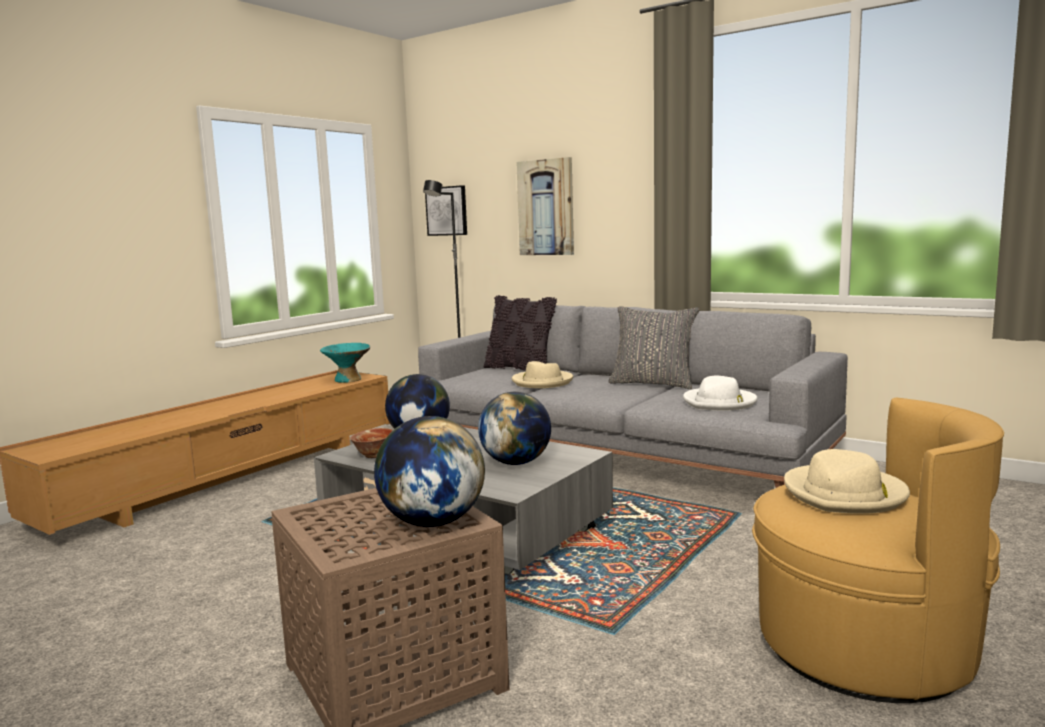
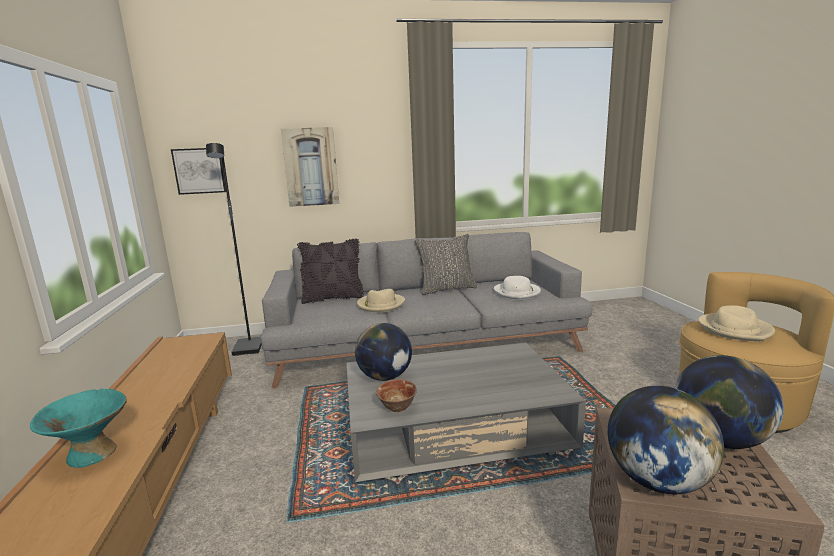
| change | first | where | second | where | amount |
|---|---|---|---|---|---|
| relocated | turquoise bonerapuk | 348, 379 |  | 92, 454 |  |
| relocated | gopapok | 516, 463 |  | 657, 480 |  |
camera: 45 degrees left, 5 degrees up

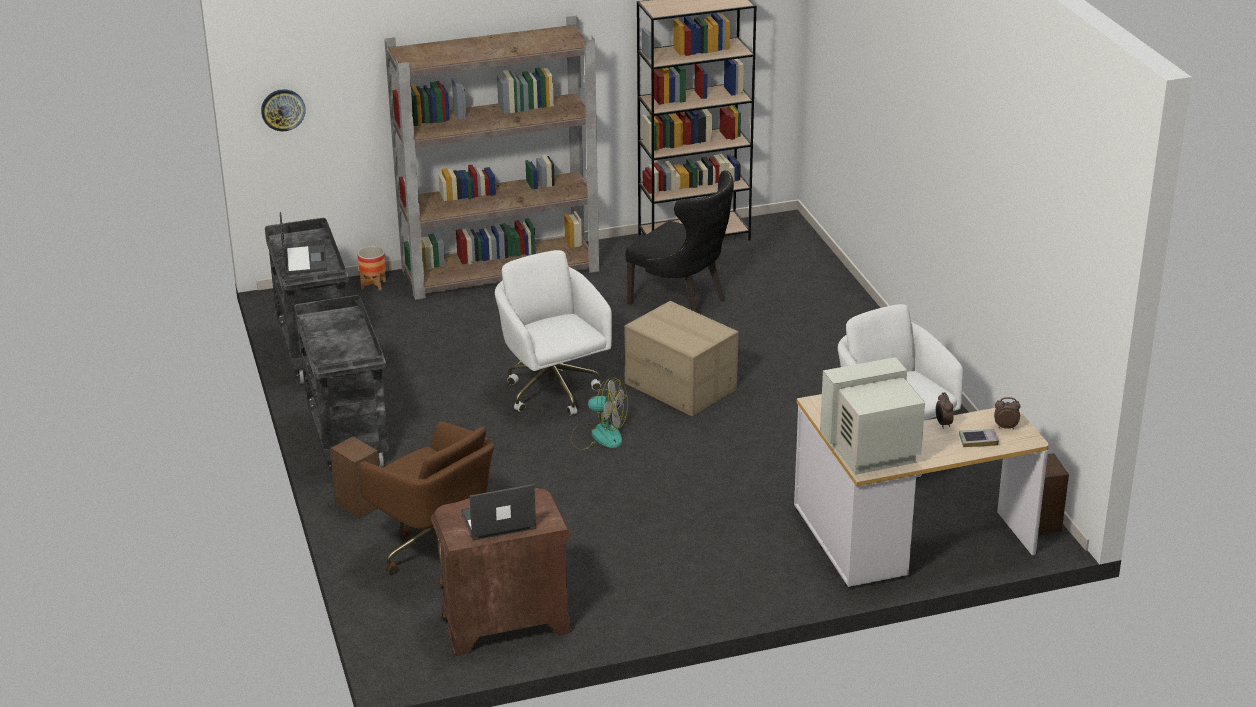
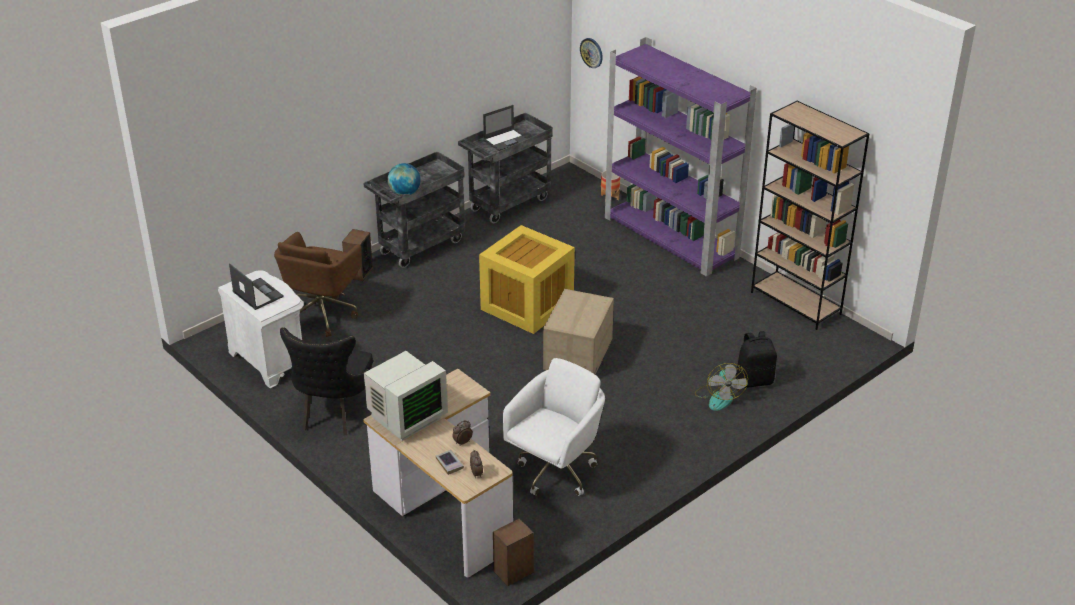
| change | first | where | second | where | amount |
|---|---|---|---|---|---|
| colour | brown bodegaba | 502, 619 | white bodegaba | 271, 359 |  |
| relocated | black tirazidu | 682, 301 |  | 333, 413 |  |
| spun | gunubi | 872, 451 |  | 405, 417 | 90 degrees clockwise |
| appeared |  |  | gopapok | 405, 193 |  |
| exchanged | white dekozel | 554, 395 | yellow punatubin | 528, 305 |  |
| colour | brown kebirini | 500, 270 | purple kebirini | 671, 237 |  |
| relocated | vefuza | 598, 435 |  | 719, 397 |  |
| appeared |  |  | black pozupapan | 754, 380 |  |
camera: 65 degrees right, 5 degrees up

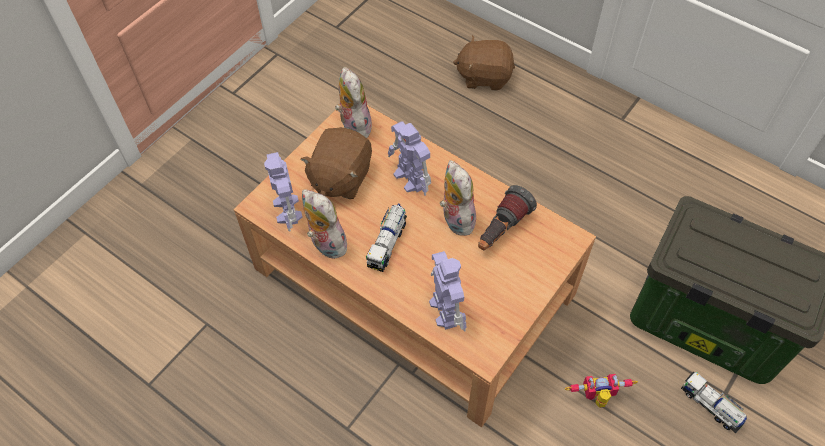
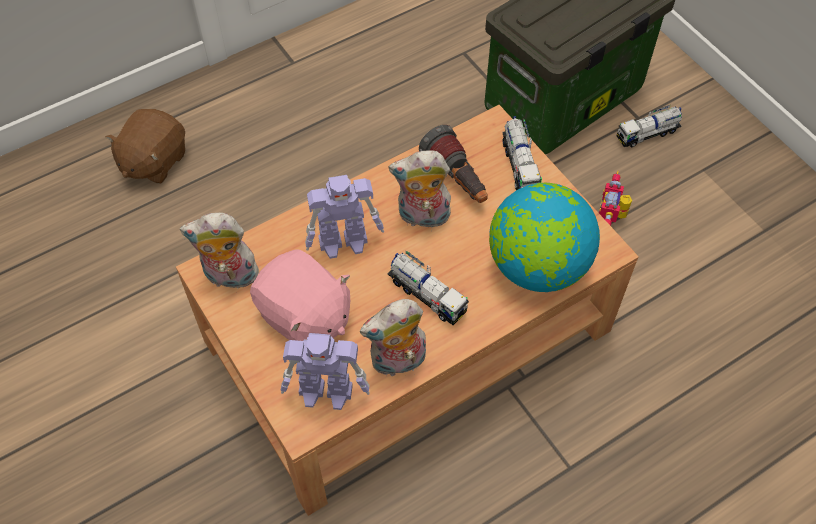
| change | first | where | second | where | amount |
|---|---|---|---|---|---|
| colour | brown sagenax | 340, 177 | pink sagenax | 304, 317 |  |
| exchanged | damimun | 445, 309 | gopapok | 537, 266 |  |
| appeared |  |  | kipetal | 519, 166 |  |
camera: 70 degrees left, 0 degrees up

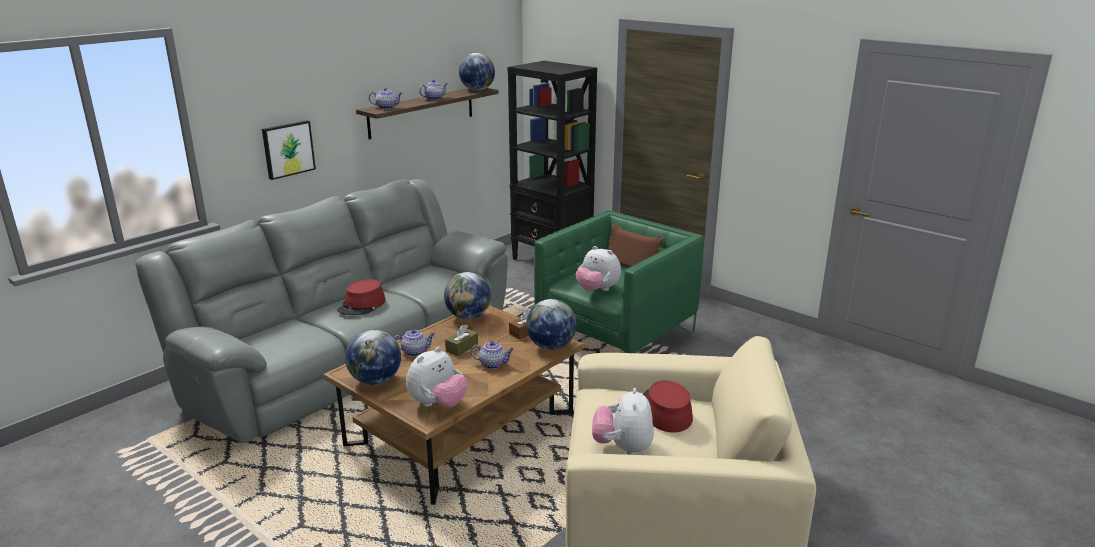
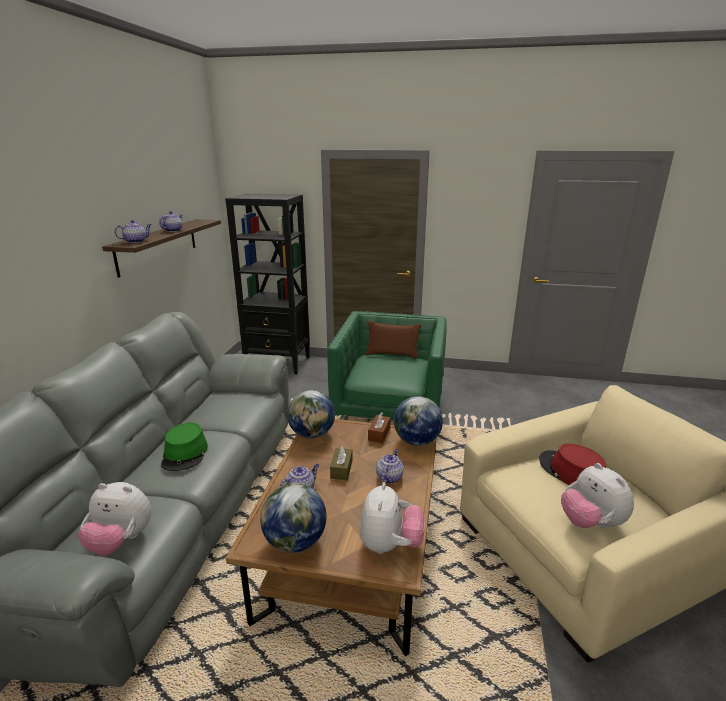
| change | first | where | second | where | amount |
|---|---|---|---|---|---|
| relocated | sagenax | 597, 290 |  | 121, 541 |  |
| colour | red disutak | 362, 305 | green disutak | 185, 454 |  |
| spun | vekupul | 493, 364 |  | 389, 477 | 45 degrees counterclockwise |
| missing | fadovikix | 288, 149 |  |  |  |
| missing | gopapok | 477, 90 |  |  |  |
camera: 30 degrees left, 0 degrees up

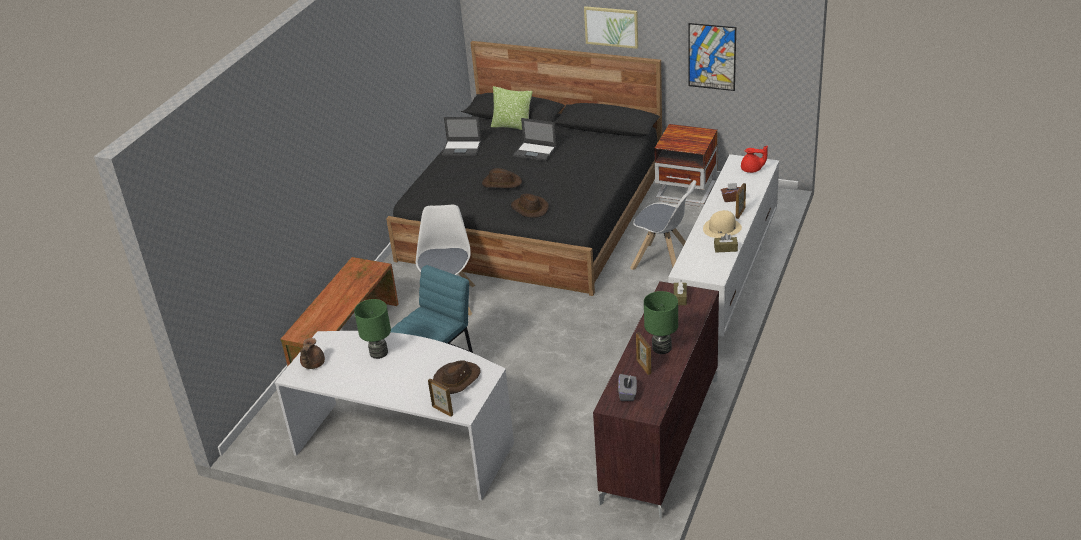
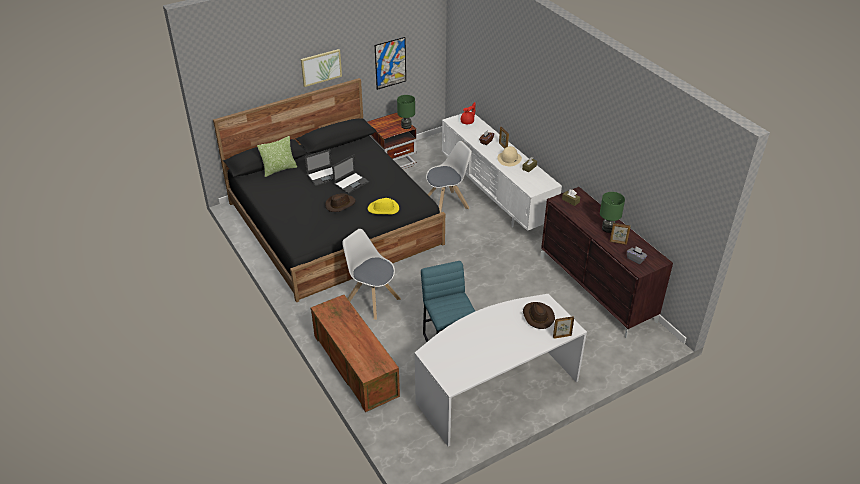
| change | first | where | second | where | amount |
|---|---|---|---|---|---|
| relocated | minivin | 462, 148 |  | 351, 183 |  |
| colour | brown disutak | 529, 208 | yellow disutak | 383, 209 |  |
| relocated | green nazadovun | 379, 353 |  | 406, 126 |  |
| missing | brown vekupul | 312, 364 |  |  |  |
camera: 55 degrees left, 5 degrees up

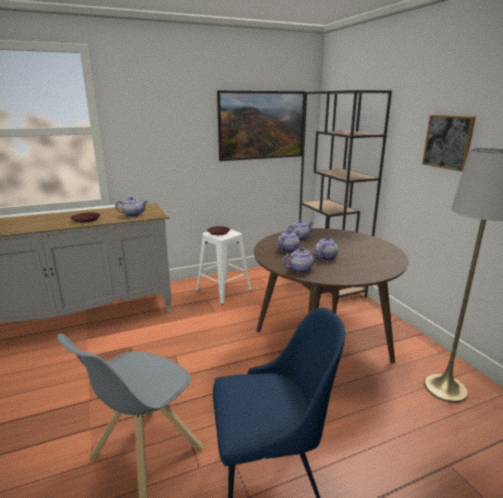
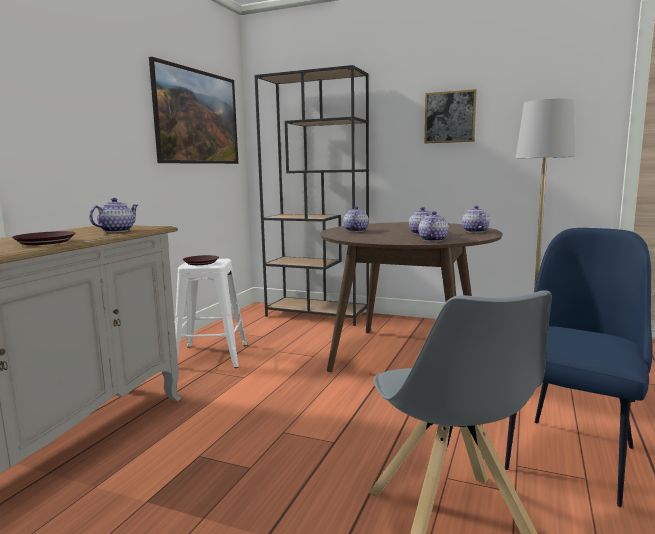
| change | first | where | second | where | amount |
|---|---|---|---|---|---|
| relocated | vekupul | 288, 249 |  | 474, 231 |  |
camera: 45 degrees left, 10 degrees down

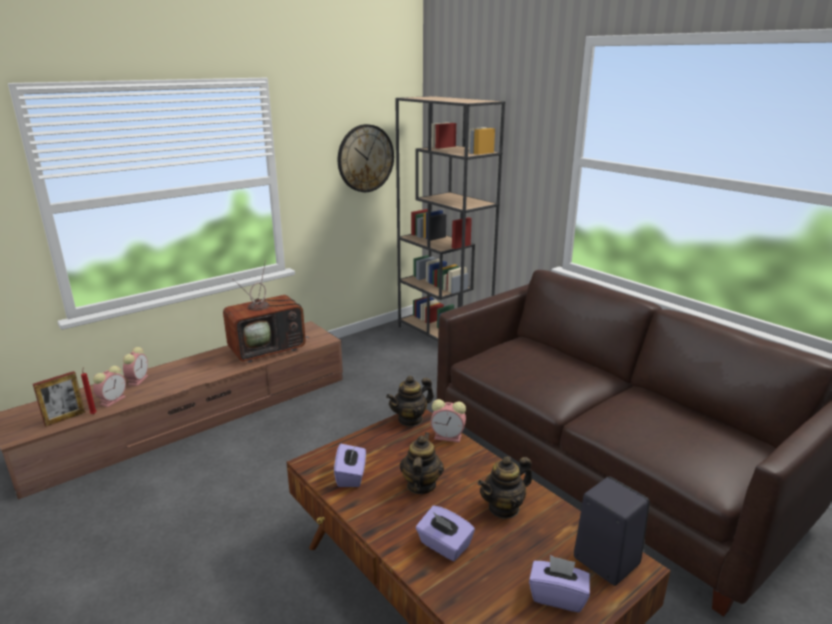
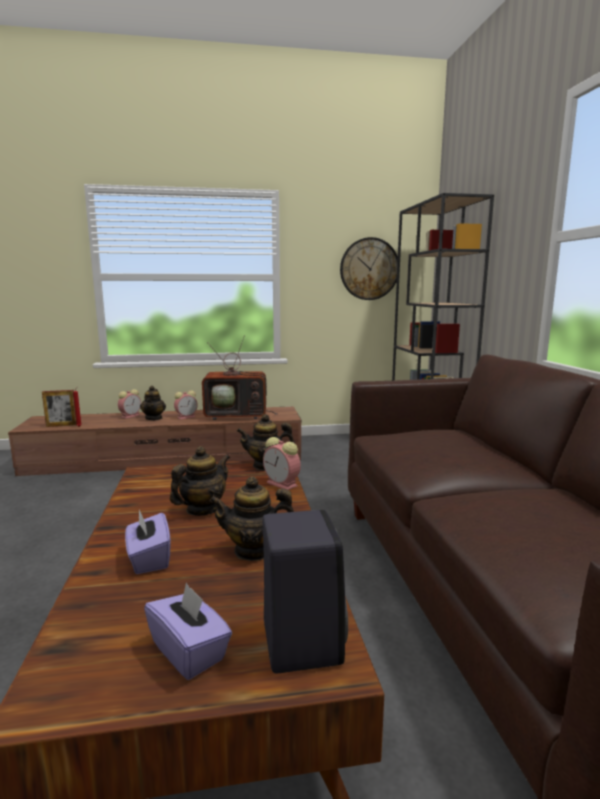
| change | first | where | second | where | amount |
|---|---|---|---|---|---|
| appeared |  |  | vekupul | 154, 418 |  |
| relocated | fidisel | 113, 400 |  | 187, 417 |  |
| missing | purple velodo | 351, 476 |  |  |  |
camera: 30 degrees right, 10 degrees down

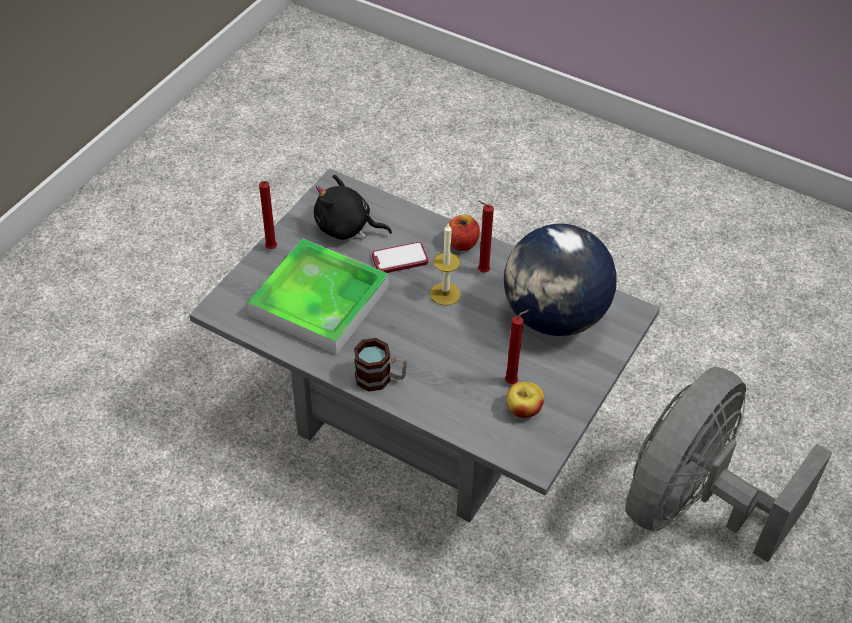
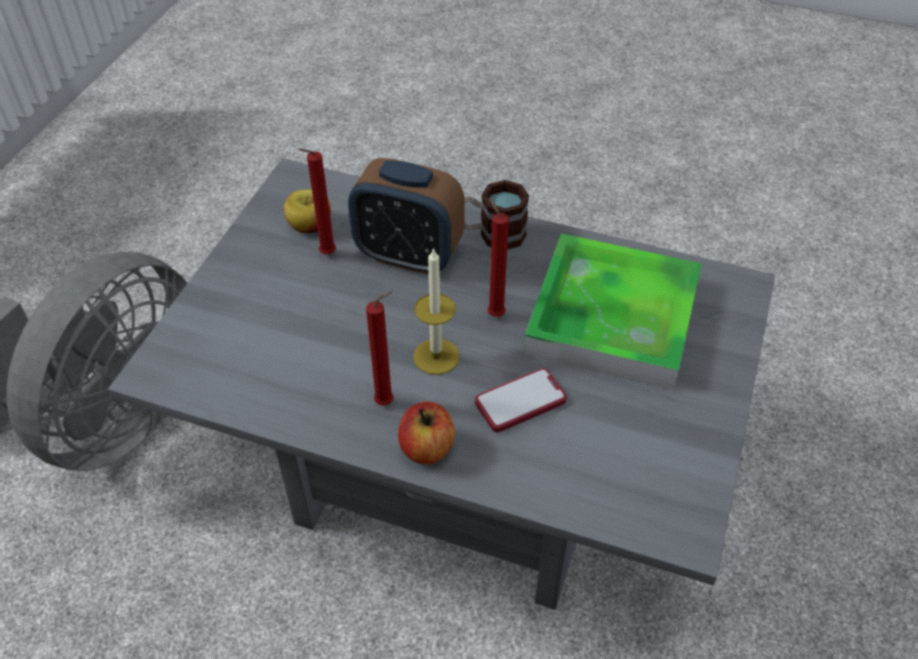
| change | first | where | second | where | amount |
|---|---|---|---|---|---|
| appeared |  |  | fidisel | 408, 255 |  |
| relocated | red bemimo | 272, 249 |  | 494, 313 |  |
| missing | black sagenax | 346, 228 |  |  |  |
| missing | gopapok | 553, 317 |  |  |  |
camera: 170 degrees right, 0 degrees up

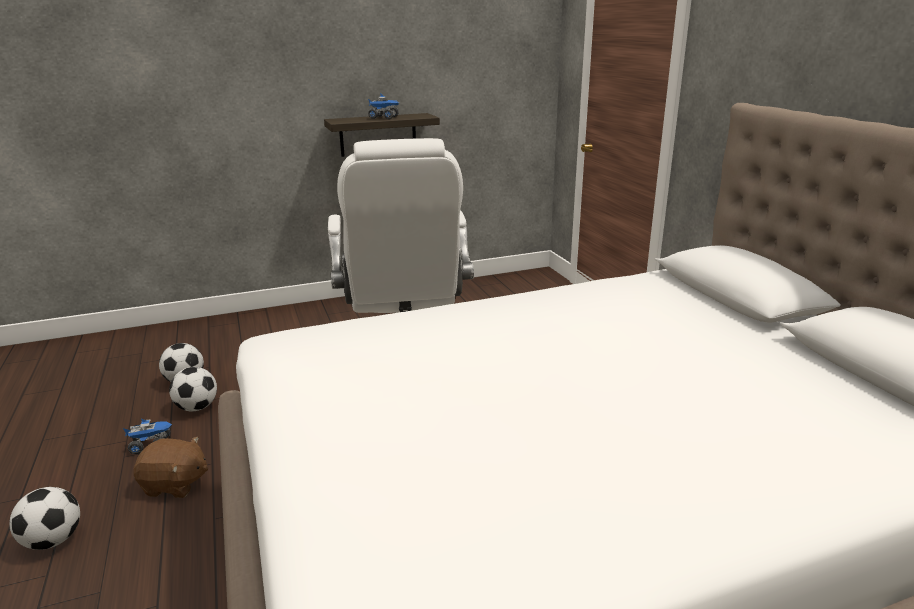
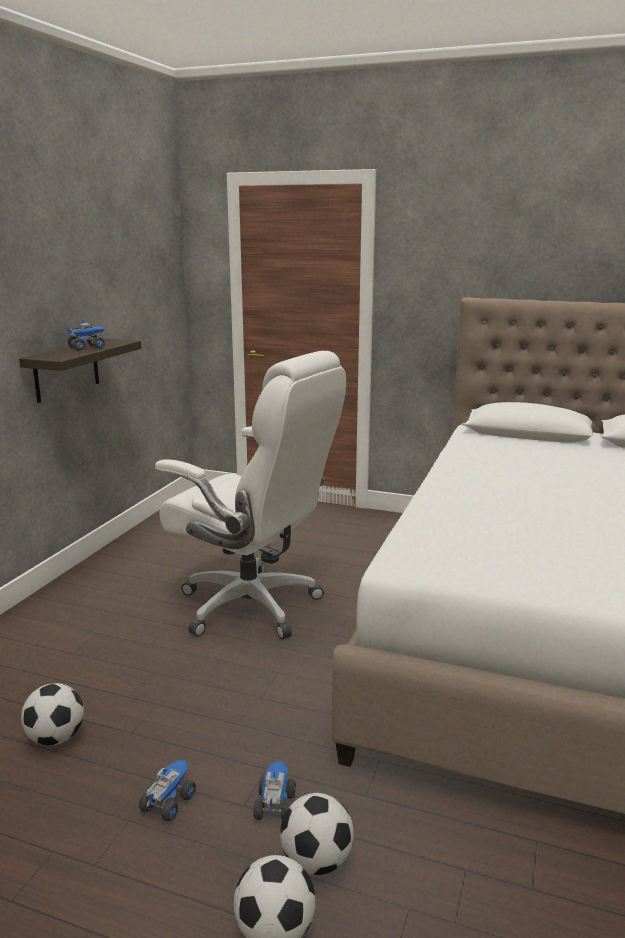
| change | first | where | second | where | amount |
|---|---|---|---|---|---|
| exchanged | brown sagenax | 175, 484 | kipetal | 274, 805 |  |
| relocated | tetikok | 197, 407 |  | 316, 861 |  |
camera: 50 degrees left, 5 degrees down

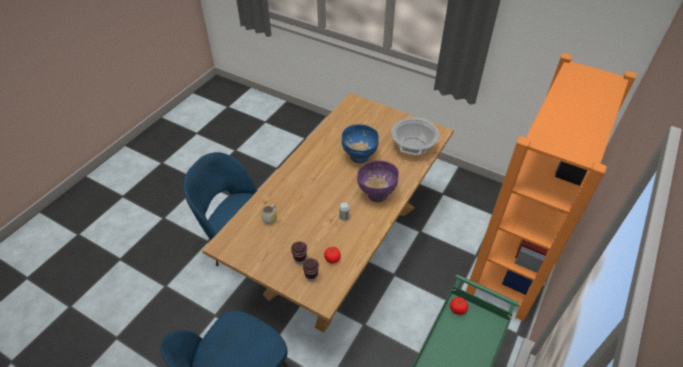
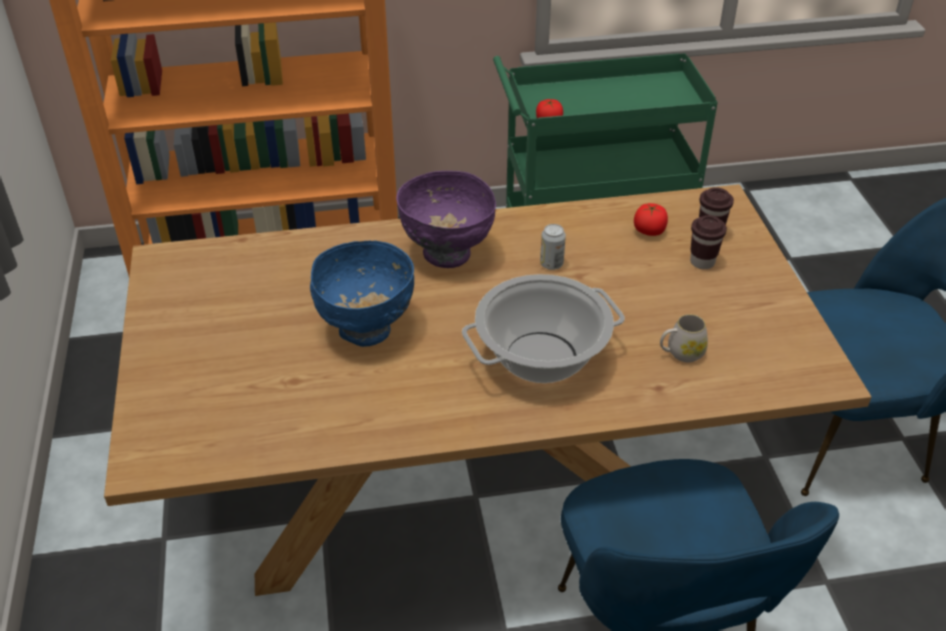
| change | first | where | second | where | amount |
|---|---|---|---|---|---|
| relocated | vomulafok | 413, 147 |  | 542, 357 |  |
camera: 130 degrees left, 5 degrees down

